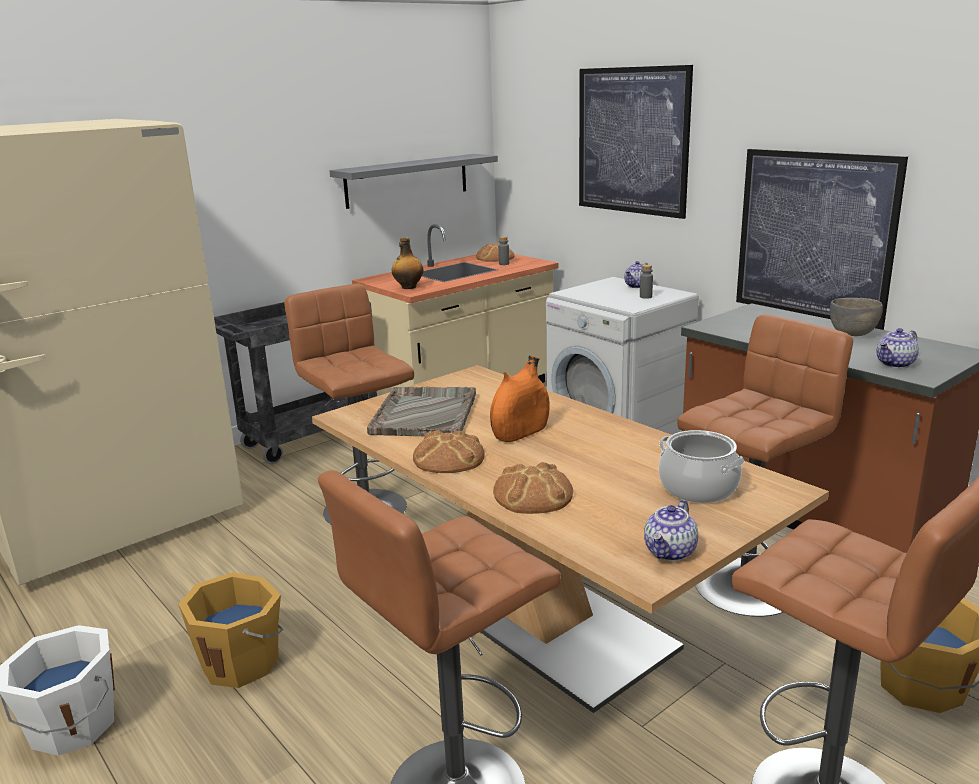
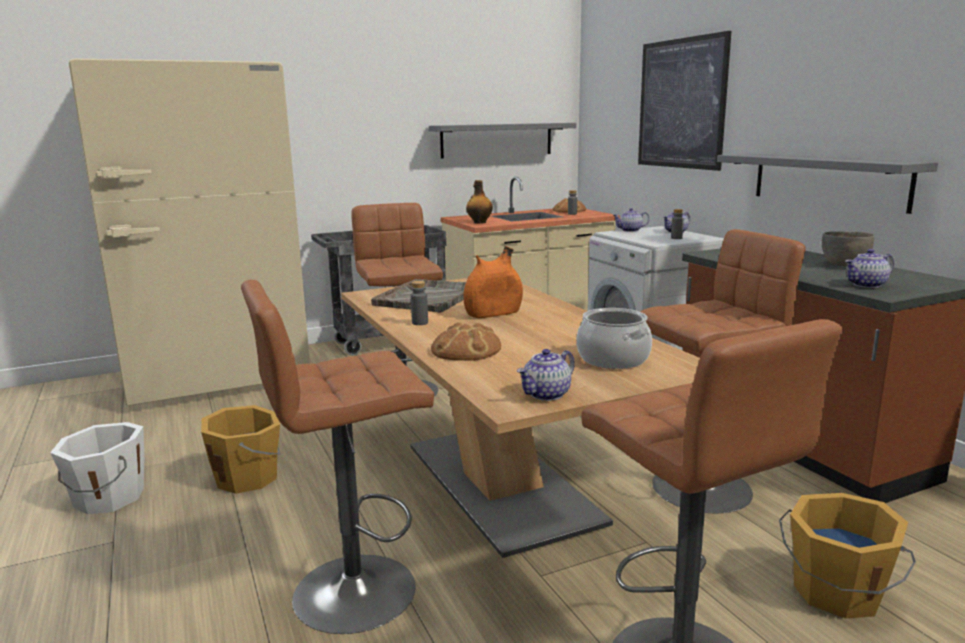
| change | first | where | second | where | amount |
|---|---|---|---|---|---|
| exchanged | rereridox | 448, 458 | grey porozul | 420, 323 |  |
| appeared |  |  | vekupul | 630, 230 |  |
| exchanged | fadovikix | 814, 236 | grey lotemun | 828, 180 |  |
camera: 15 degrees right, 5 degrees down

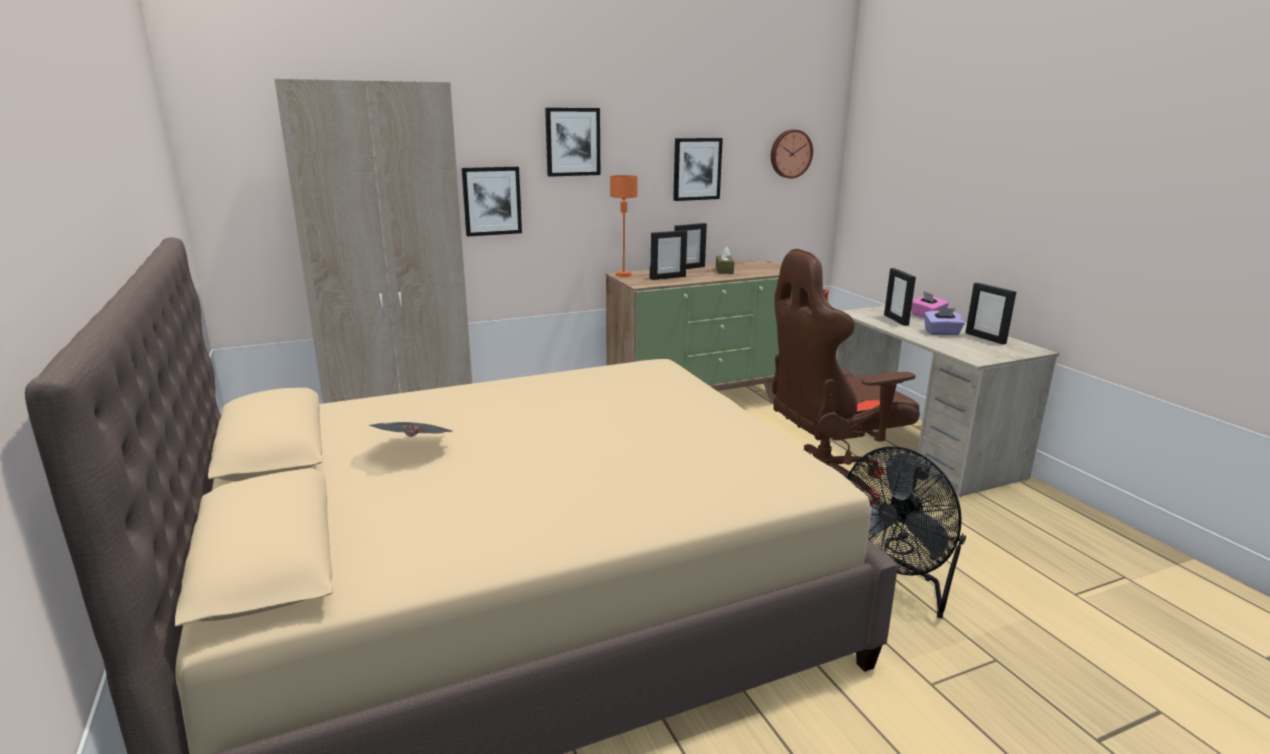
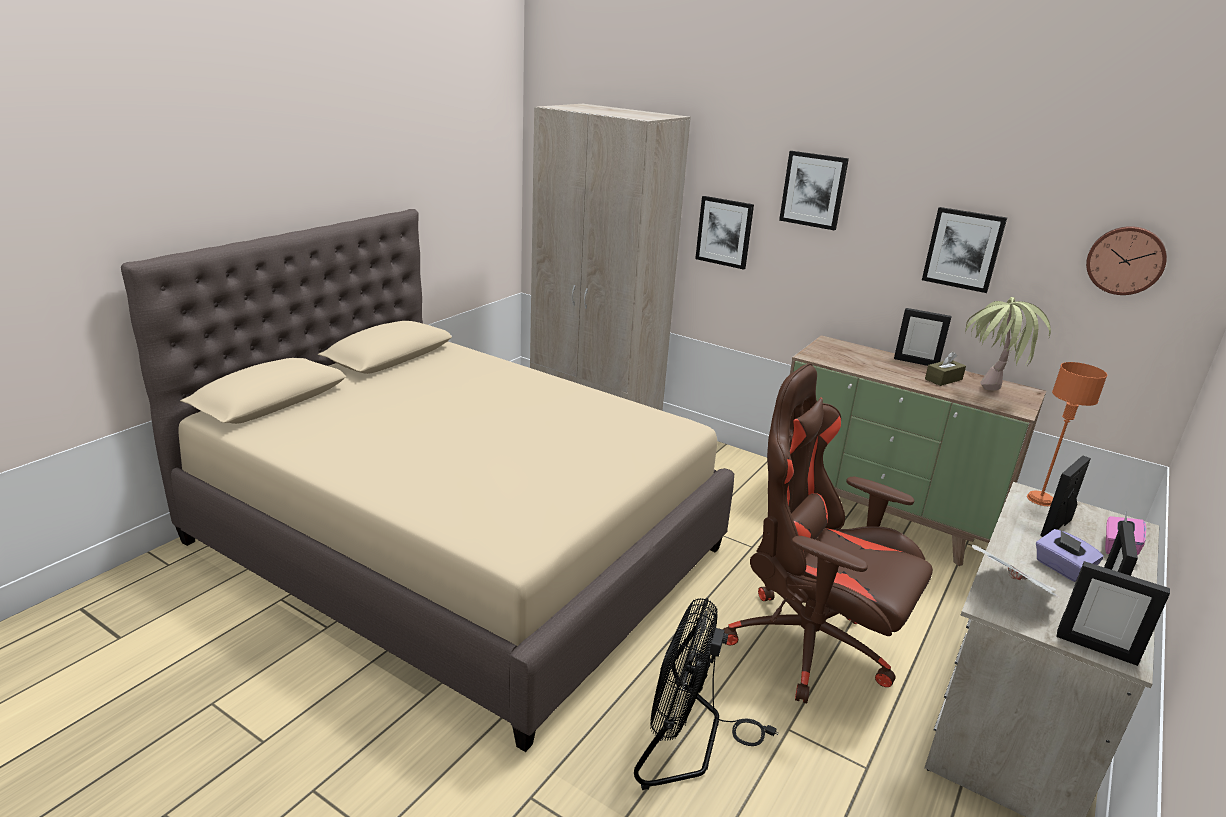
| change | first | where | second | where | amount |
|---|---|---|---|---|---|
| appeared |  |  | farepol | 986, 397 |  |
| relocated | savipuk | 415, 450 |  | 1012, 591 |  |
| relocated | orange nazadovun | 624, 275 |  | 1040, 499 |  |
| relocated | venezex | 667, 277 |  | 1096, 647 |  |
camera: 55 degrees right, 5 degrees up

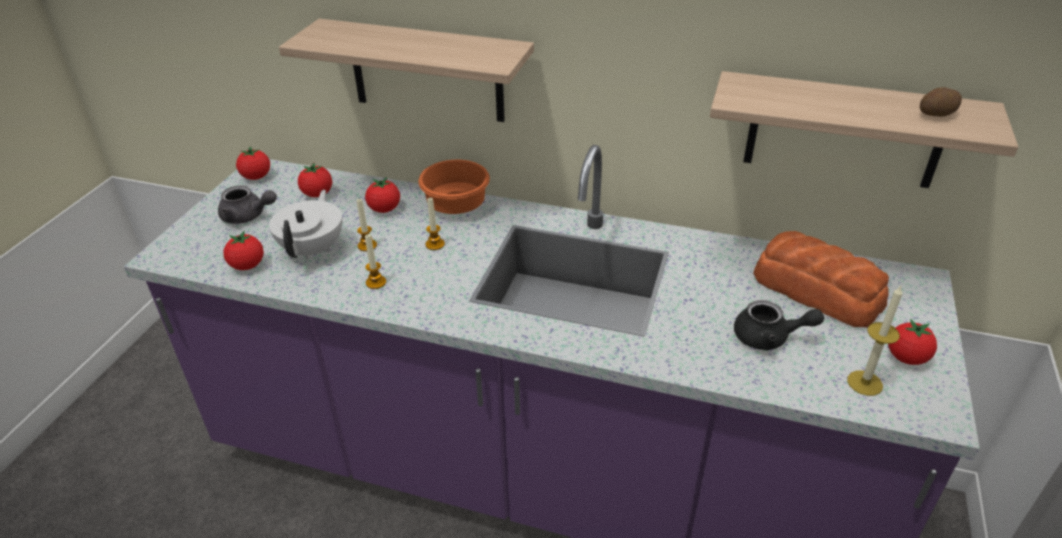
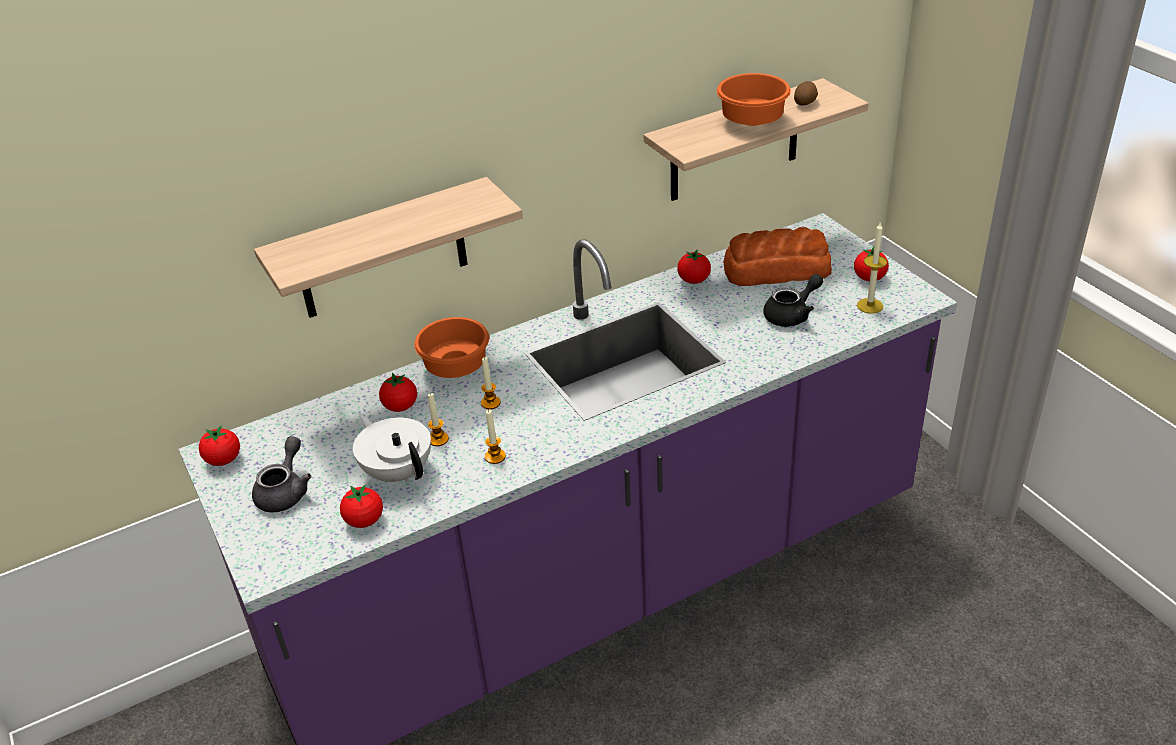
| change | first | where | second | where | amount |
|---|---|---|---|---|---|
| spun | grey vekupul | 248, 217 |  | 285, 491 | 45 degrees counterclockwise |
| relocated | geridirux | 317, 194 |  | 694, 280 |  |
| appeared |  |  | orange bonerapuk | 752, 122 |  |
camera: 45 degrees left, 0 degrees up

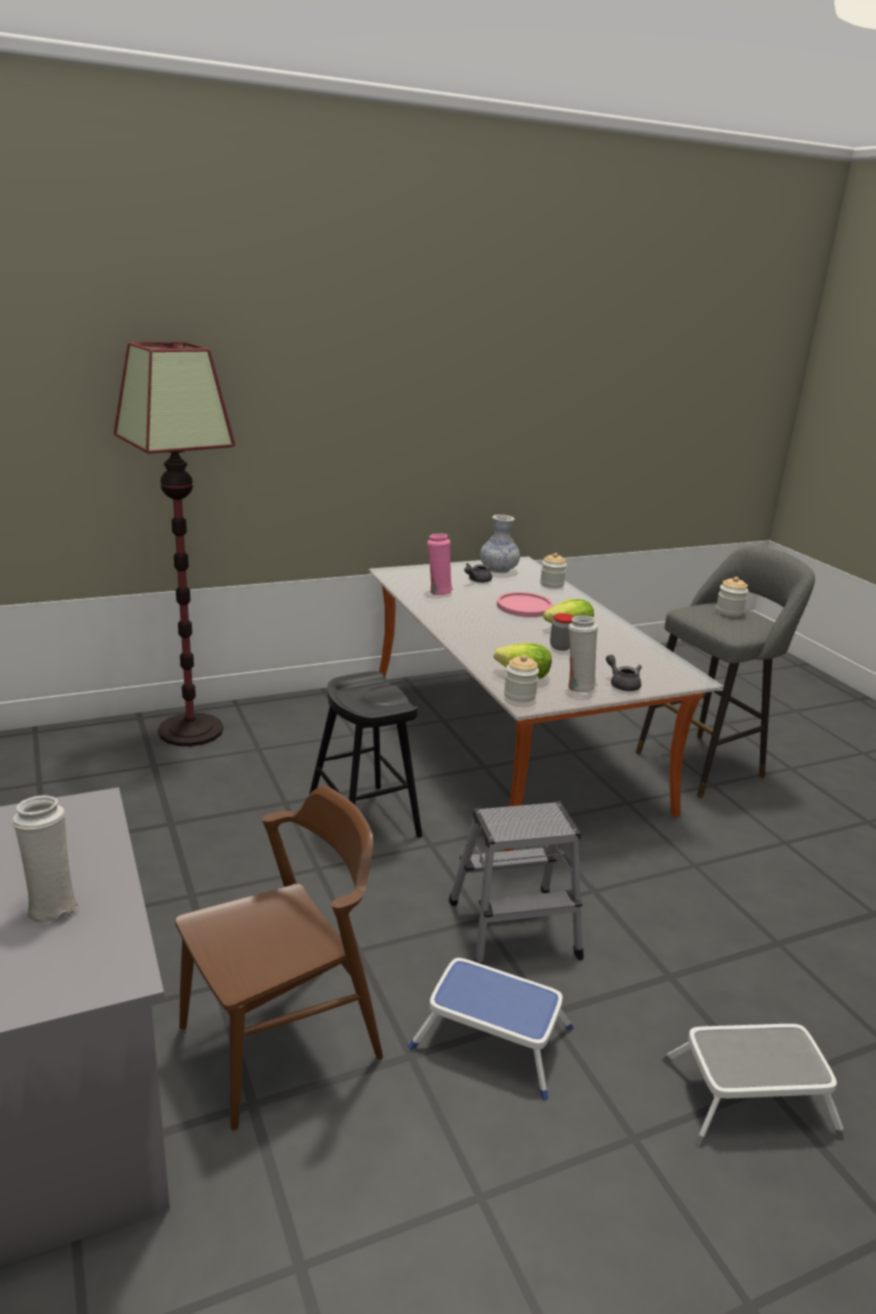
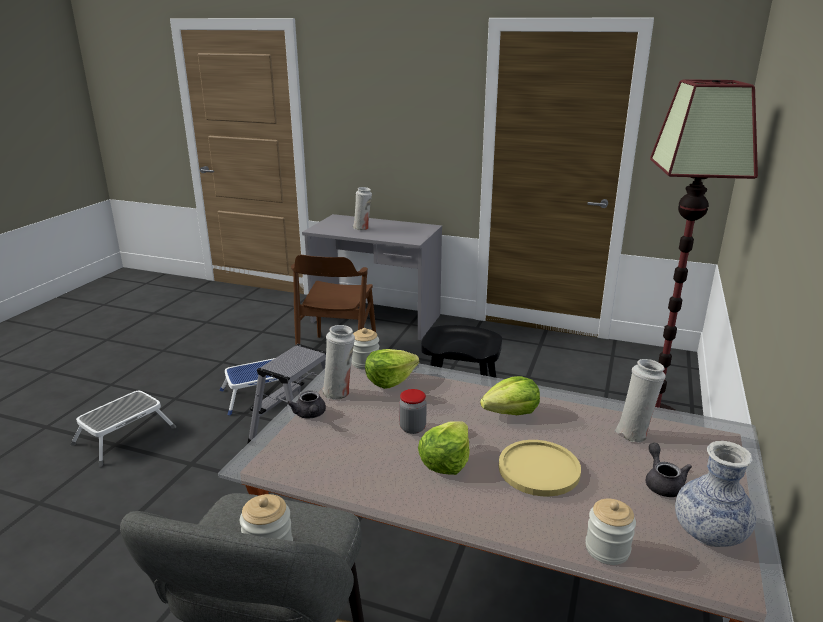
| change | first | where | second | where | amount |
|---|---|---|---|---|---|
| spun | grey vekupul | 622, 684 |  | 310, 415 | 60 degrees clockwise |
| appeared |  |  | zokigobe | 511, 412 |  |
| colour | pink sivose | 524, 606 | yellow sivose | 539, 469 |  |
| colour | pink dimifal | 438, 591 | white dimifal | 634, 433 |  |
camera: 135 degrees right, 0 degrees up

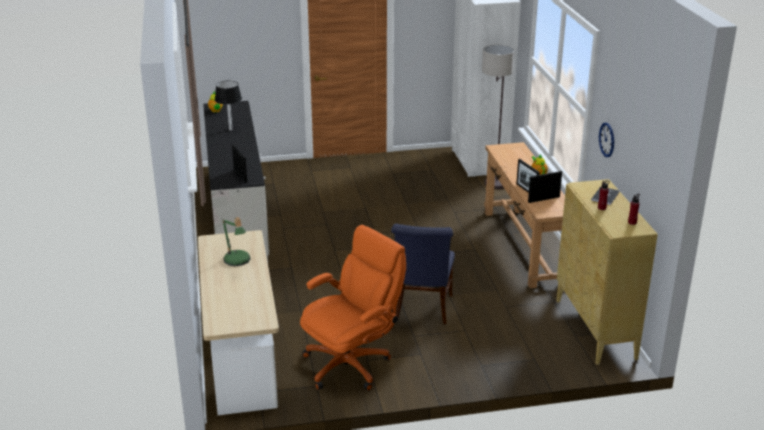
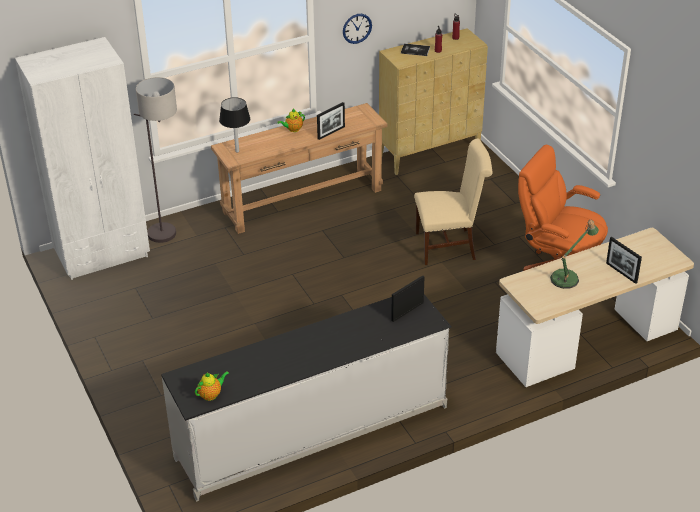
| change | first | where | second | where | amount |
|---|---|---|---|---|---|
| relocated | black nazadovun | 230, 129 |  | 237, 151 |  |
| colour | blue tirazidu | 422, 310 | beige tirazidu | 450, 246 |  |
| relocated | venezex | 543, 199 |  | 621, 273 |  |
camera: 105 degrees left, 10 degrees up

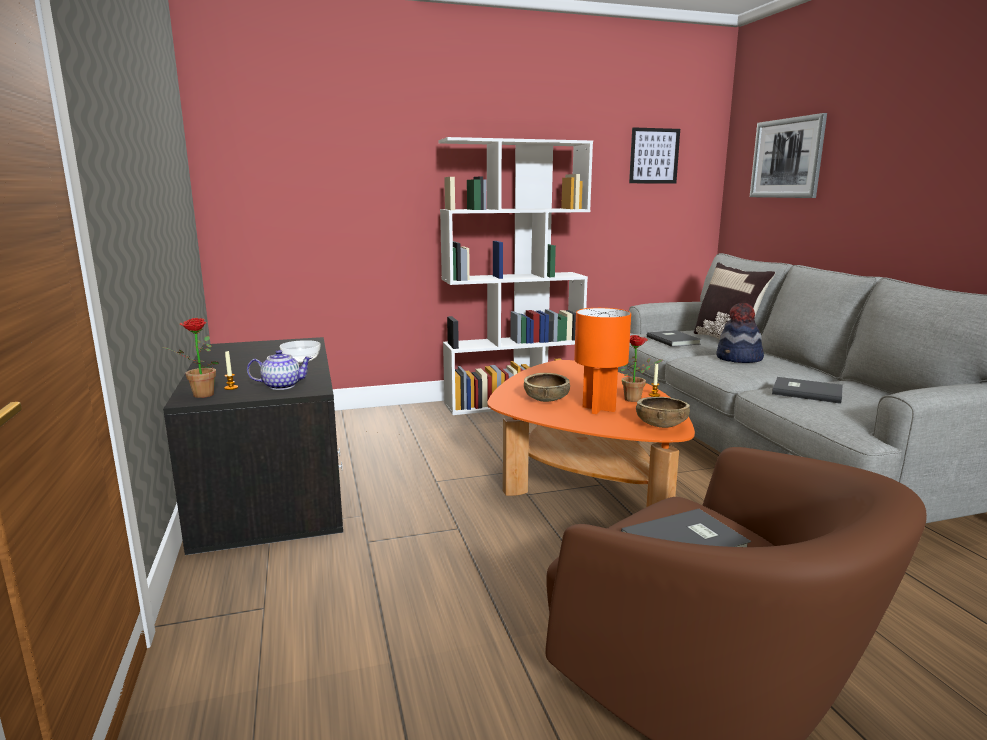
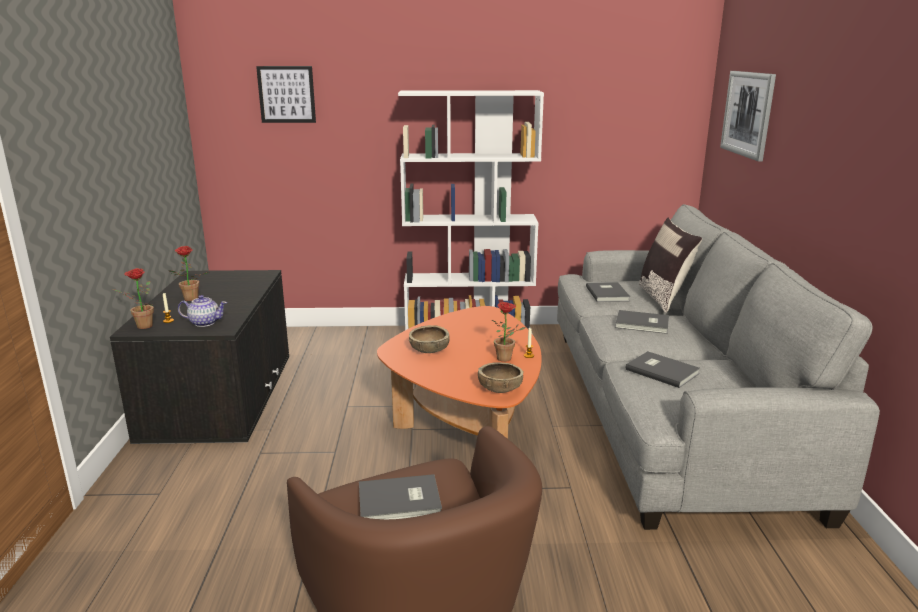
| change | first | where | second | where | amount |
|---|---|---|---|---|---|
| appeared |  |  | farepol | 189, 299 |  |
| relocated | fadovikix | 654, 156 |  | 286, 94 |  |
| exchanged | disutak | 739, 359 | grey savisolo | 642, 324 |  |
| missing | bonerapuk | 301, 360 |  |  |  |
| missing | orange nazadovun | 599, 409 |  |  |  |
camera: 15 degrees right, 5 degrees up

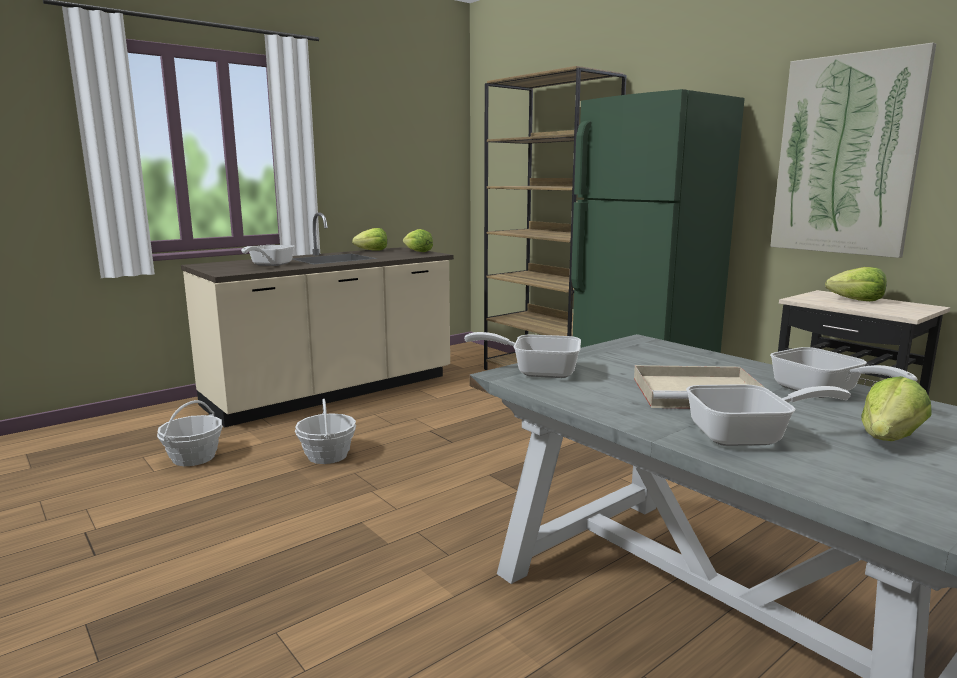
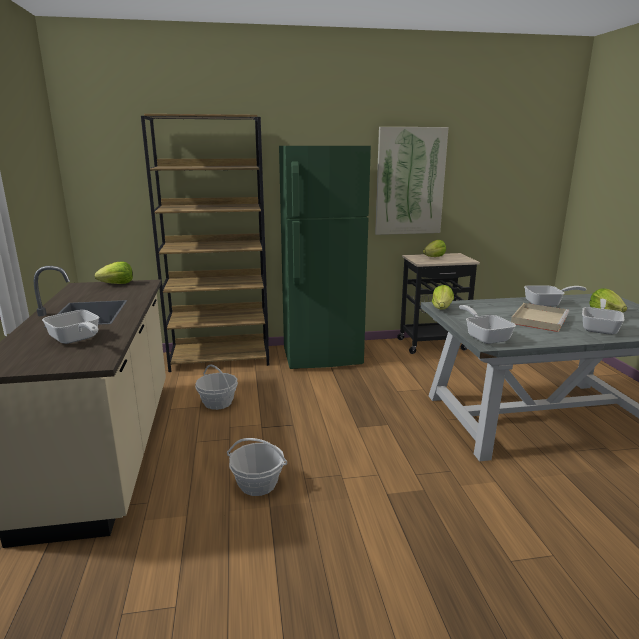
| change | first | where | second | where | amount |
|---|---|---|---|---|---|
| relocated | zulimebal | 193, 458 |  | 218, 403 |  |
| relocated | zokigobe | 372, 250 |  | 442, 308 |  |
| spun | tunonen | 536, 371 |  | 485, 336 | 120 degrees clockwise |
camera: 60 degrees left, 5 degrees up

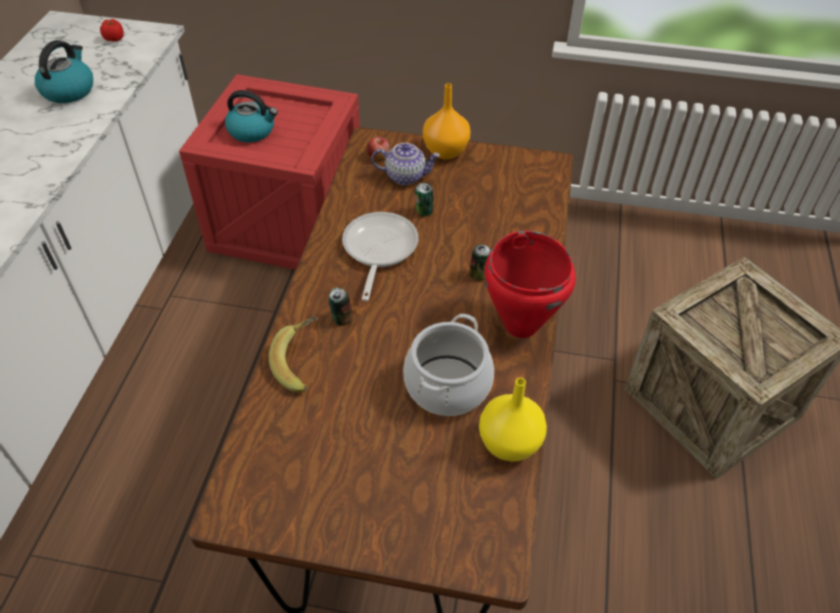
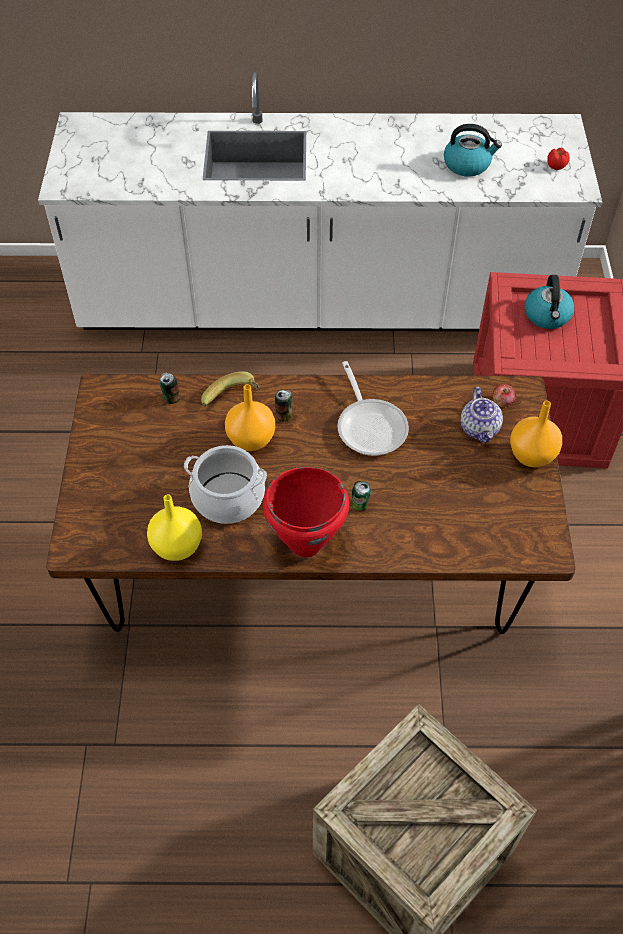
| change | first | where | second | where | amount |
|---|---|---|---|---|---|
| relocated | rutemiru | 423, 212 |  | 171, 398 |  |
| appeared |  |  | orange dimifal | 250, 440 |  |
| spun | tunonen | 378, 250 |  | 370, 425 | 75 degrees clockwise |
camera: 80 degrees right, 5 degrees up

